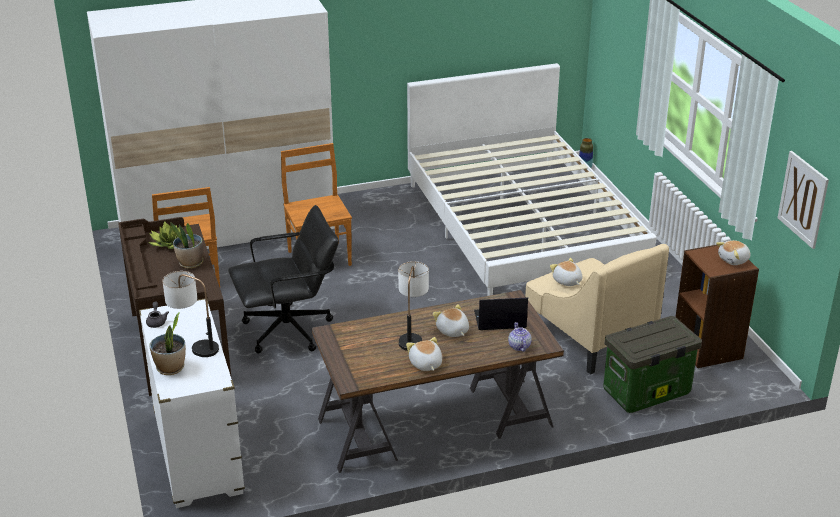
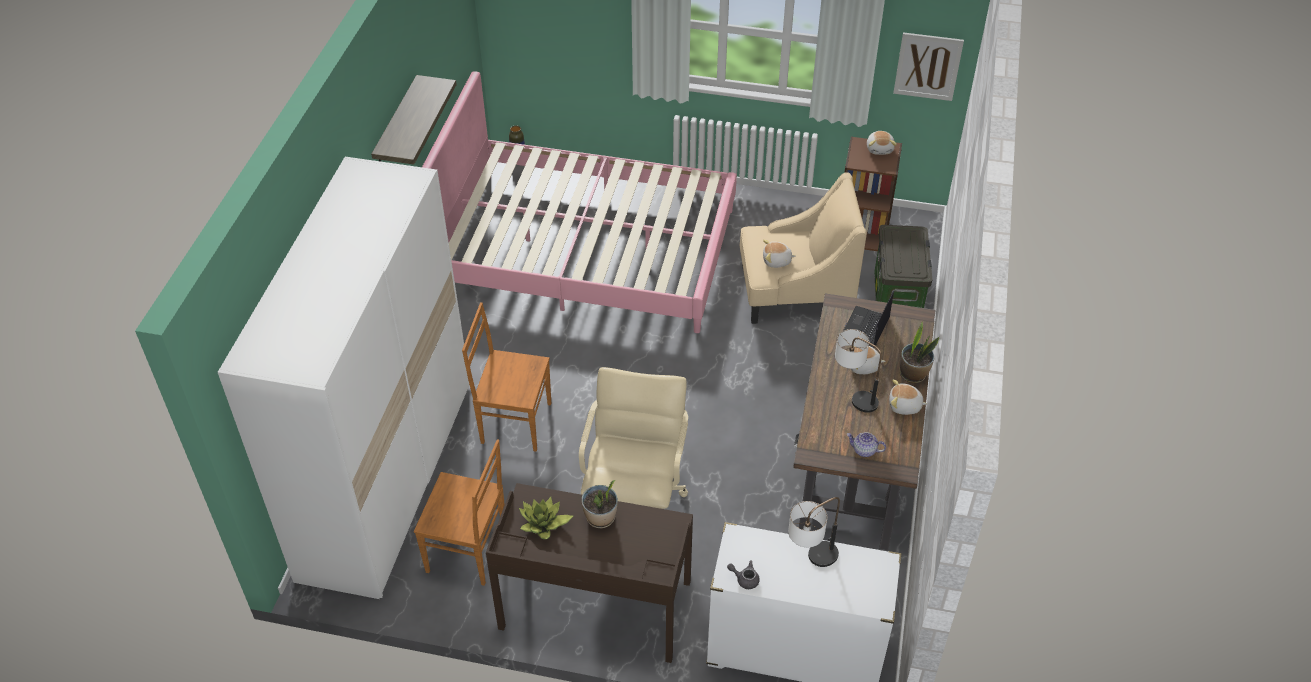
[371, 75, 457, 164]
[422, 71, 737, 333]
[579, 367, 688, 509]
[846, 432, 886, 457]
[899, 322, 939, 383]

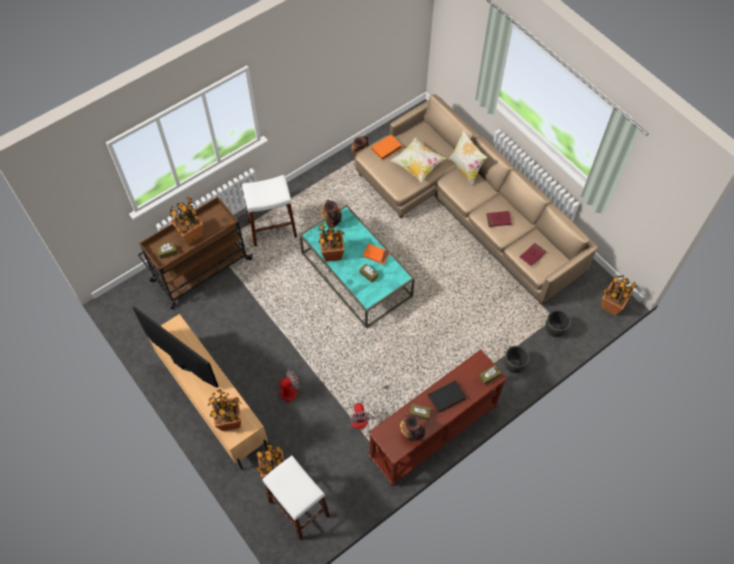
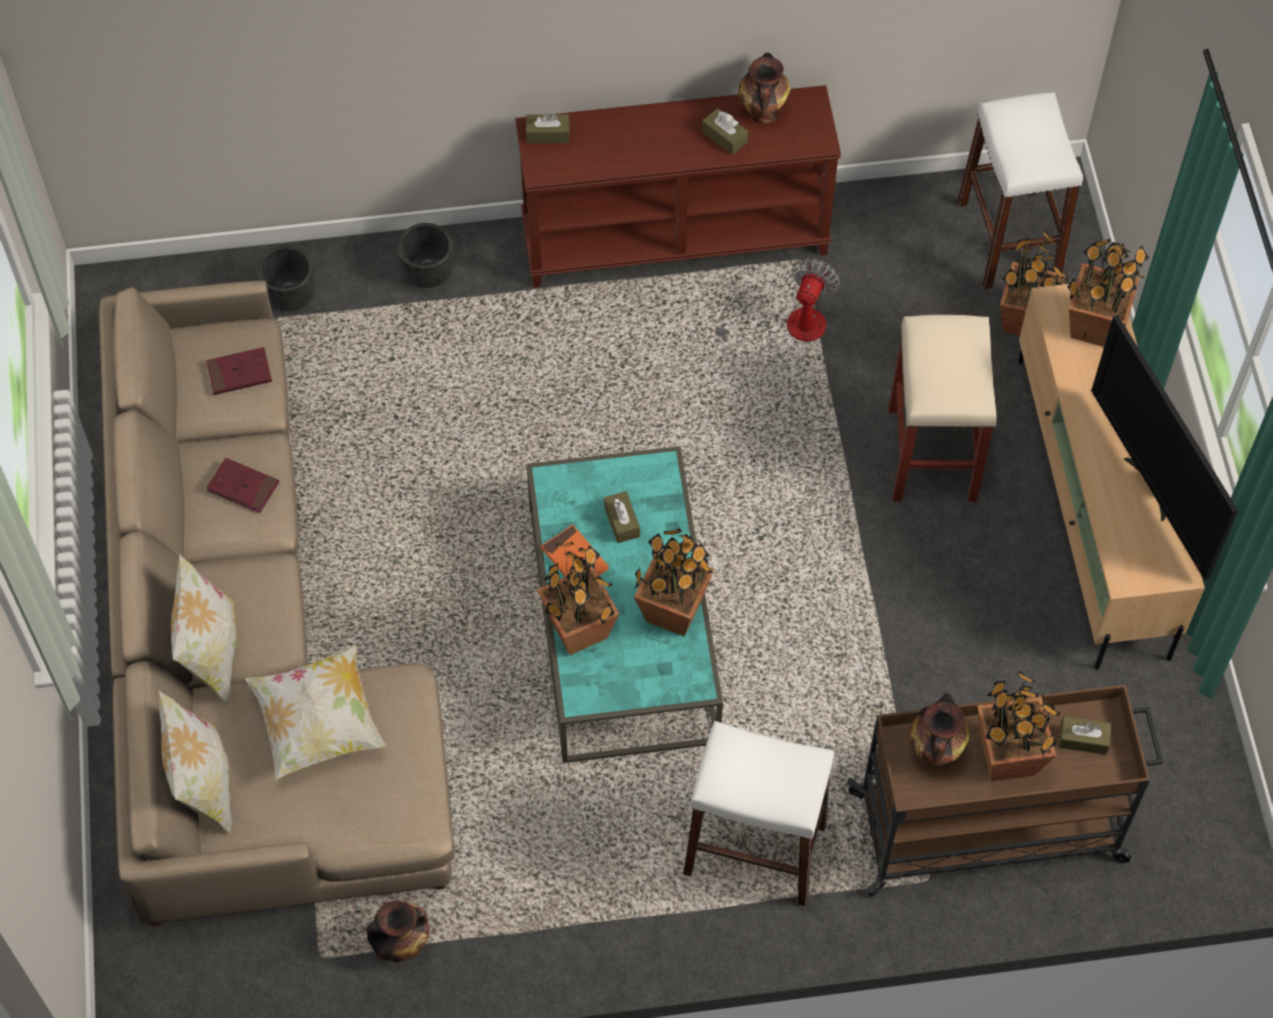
[159, 690, 232, 834]
[537, 542, 619, 655]
[888, 315, 997, 502]
[909, 693, 970, 765]
[371, 135, 402, 160] (first image)
[428, 380, 466, 413] (first image)

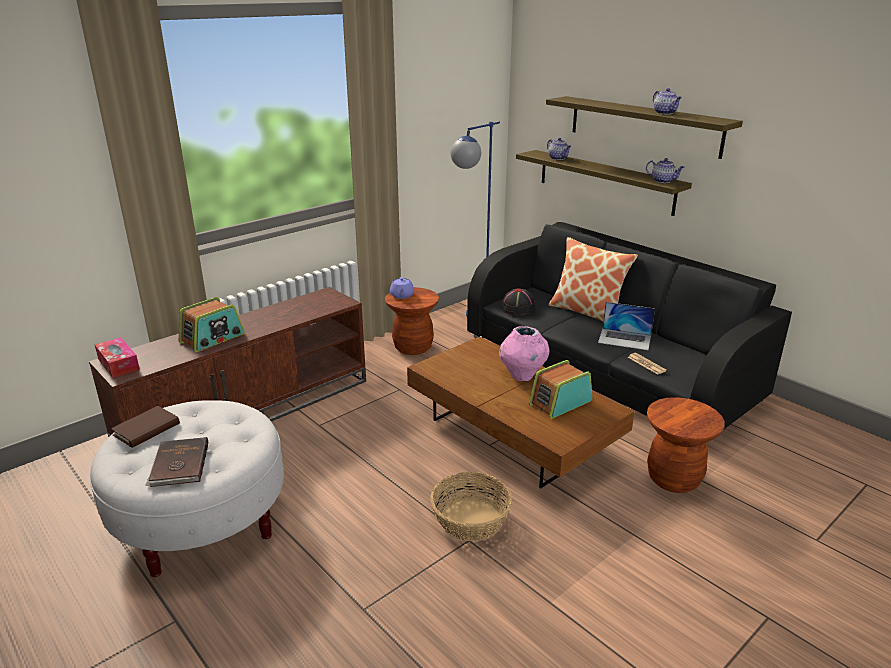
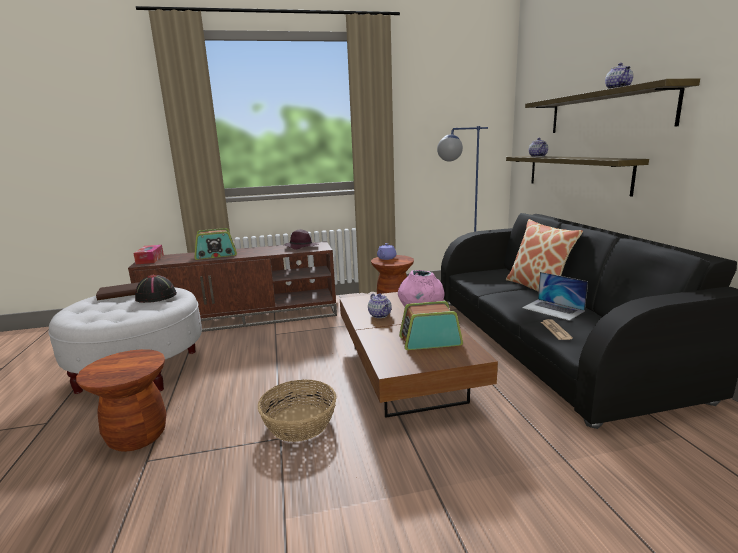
[76, 349, 167, 452]
[135, 275, 177, 303]
[284, 229, 319, 250]
[368, 293, 392, 318]
[145, 437, 208, 487] (first image)

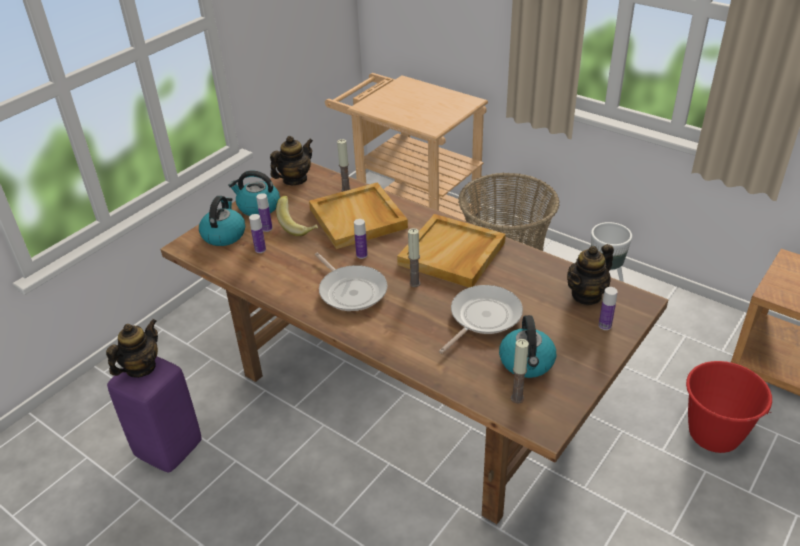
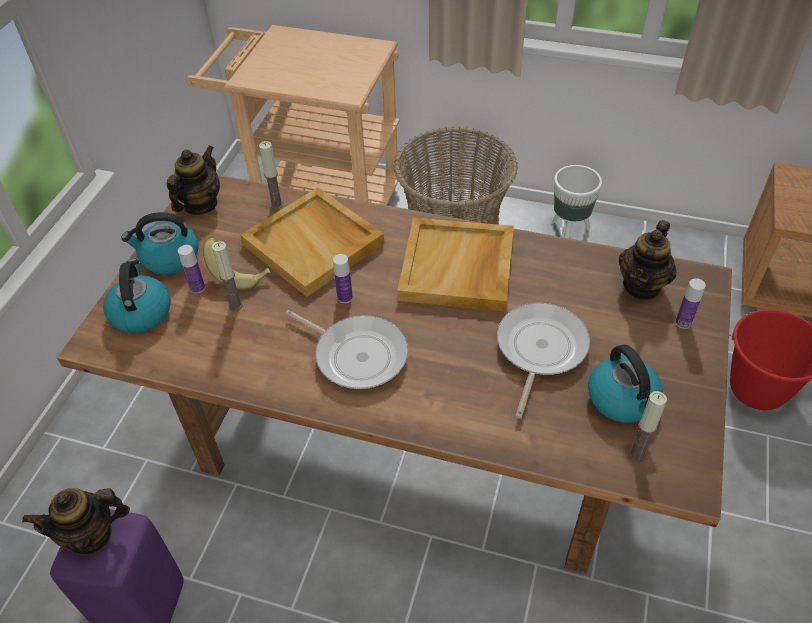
[22, 488, 130, 555]
[212, 241, 243, 311]
[249, 214, 266, 253] (first image)

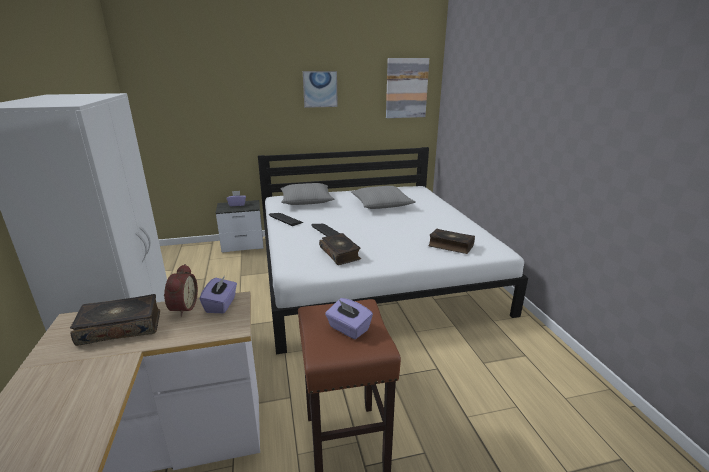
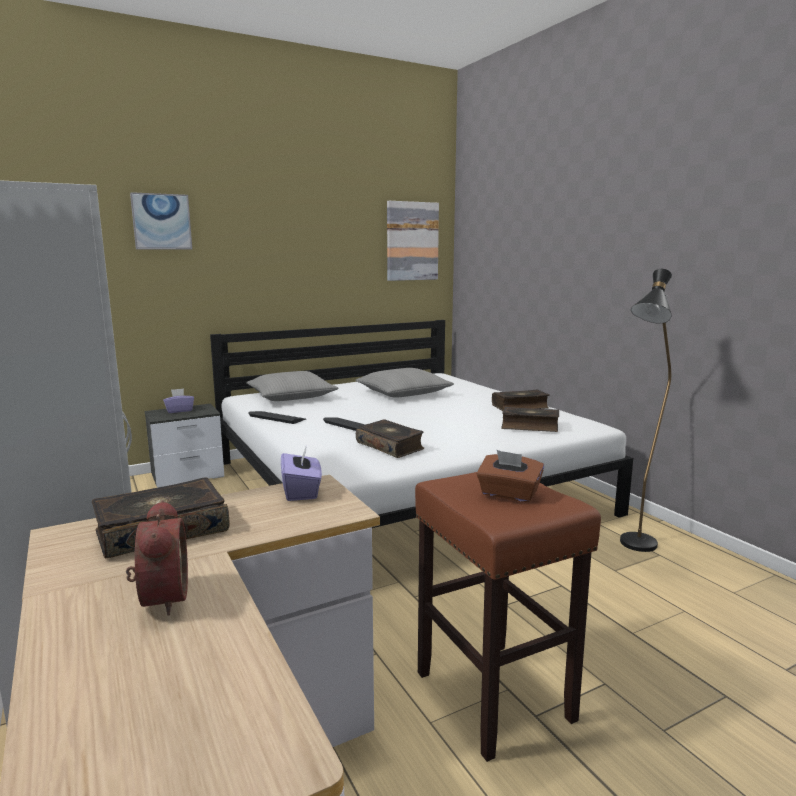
[126, 500, 188, 616]
[130, 192, 192, 249]
[477, 450, 544, 502]
[492, 389, 549, 411]
[620, 269, 672, 552]

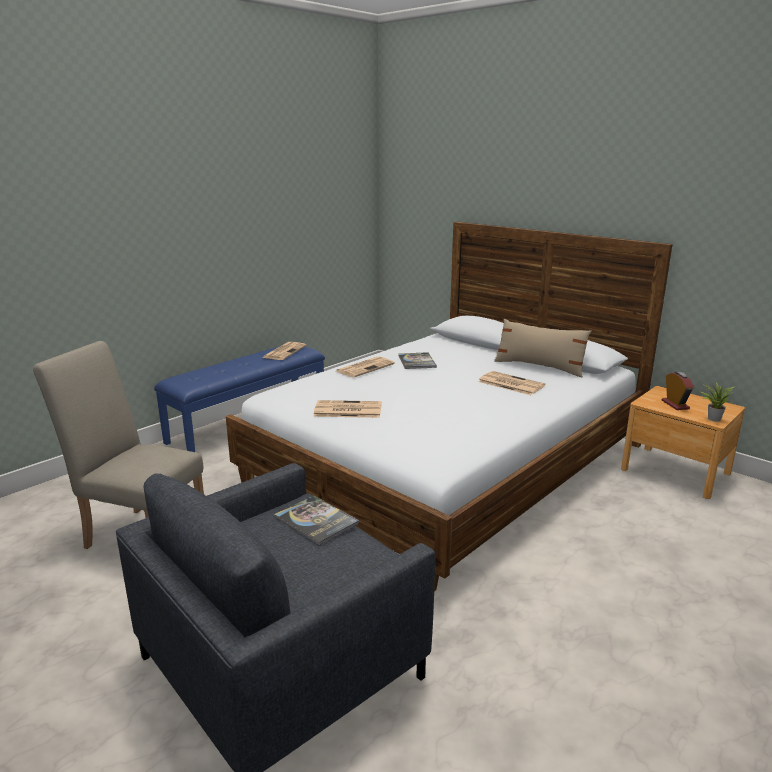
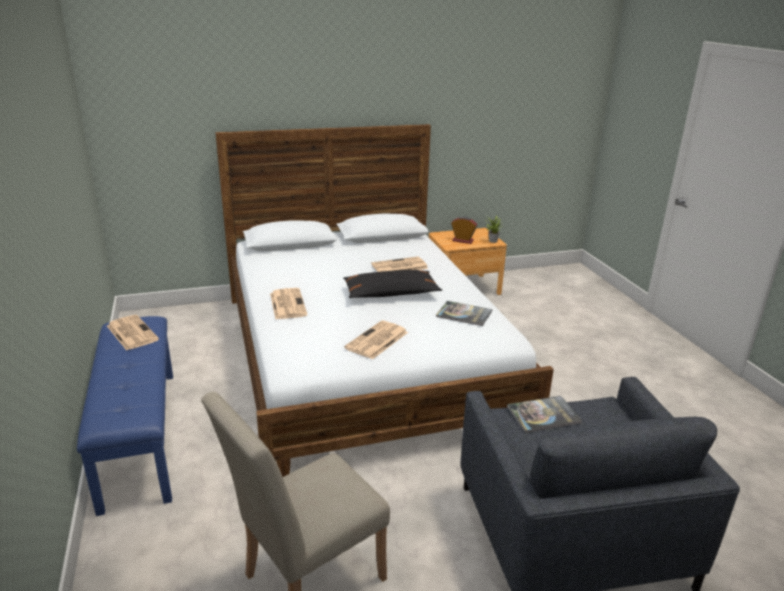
[343, 270, 442, 298]
[436, 301, 492, 326]
[494, 319, 591, 377] (first image)

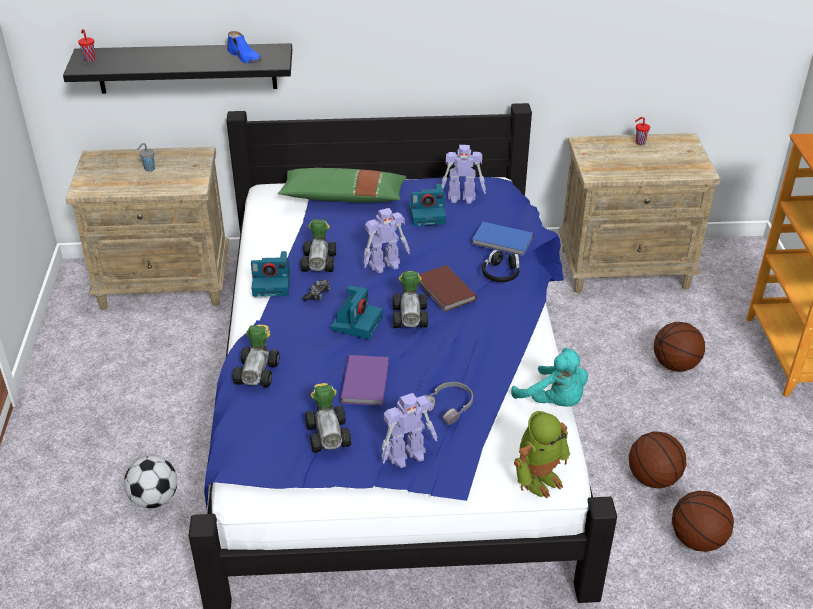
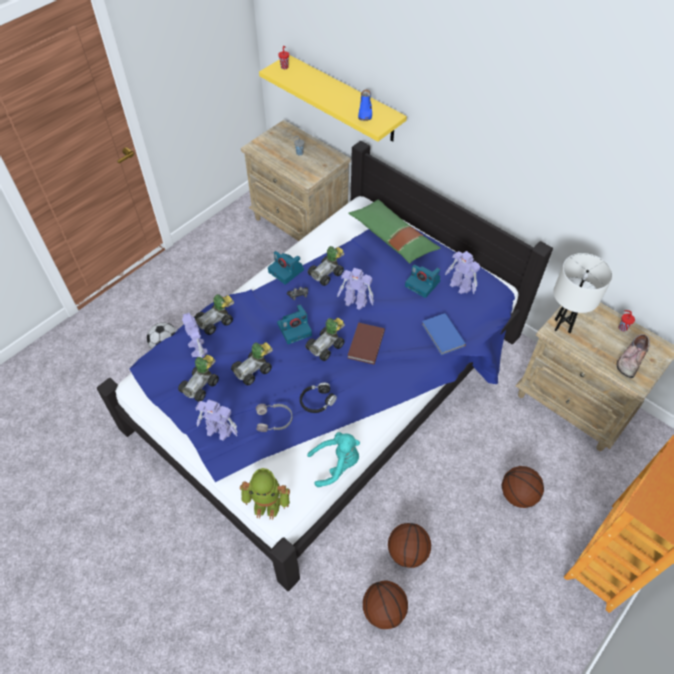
[182, 313, 207, 357]
[231, 342, 272, 385]
[259, 55, 407, 142]
[300, 383, 337, 413]
[307, 432, 360, 487]
[553, 253, 613, 333]
[617, 334, 650, 378]

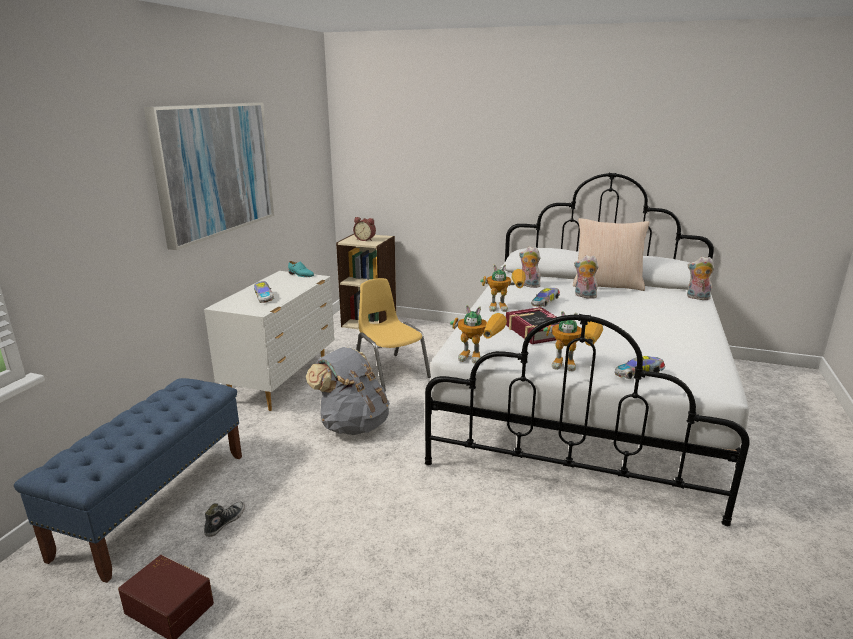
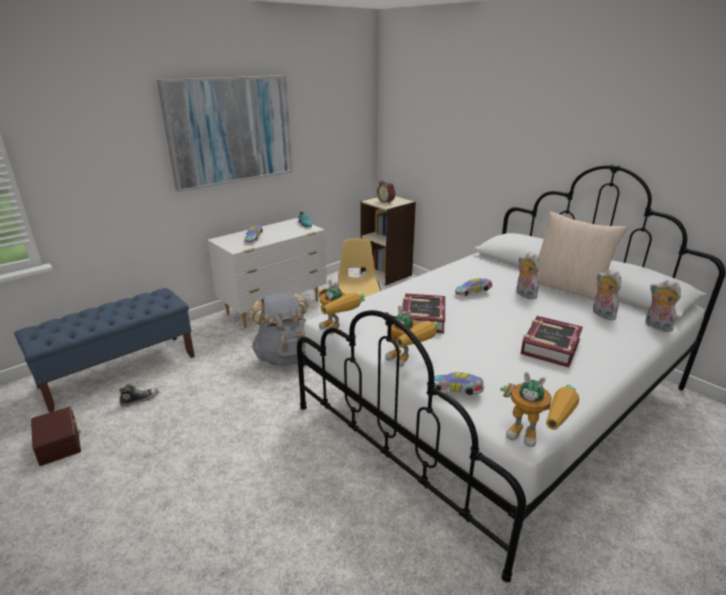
[500, 372, 579, 447]
[521, 316, 583, 367]
[593, 269, 621, 320]

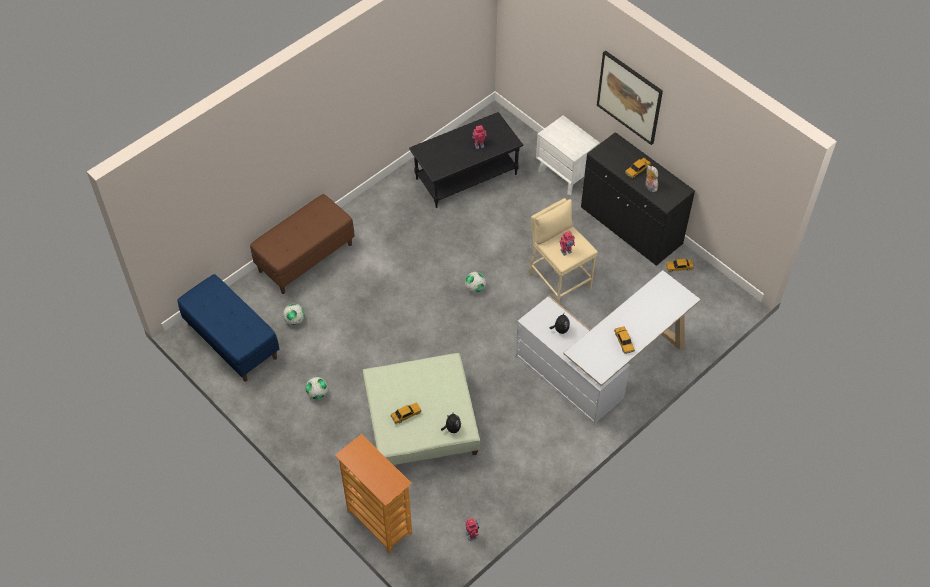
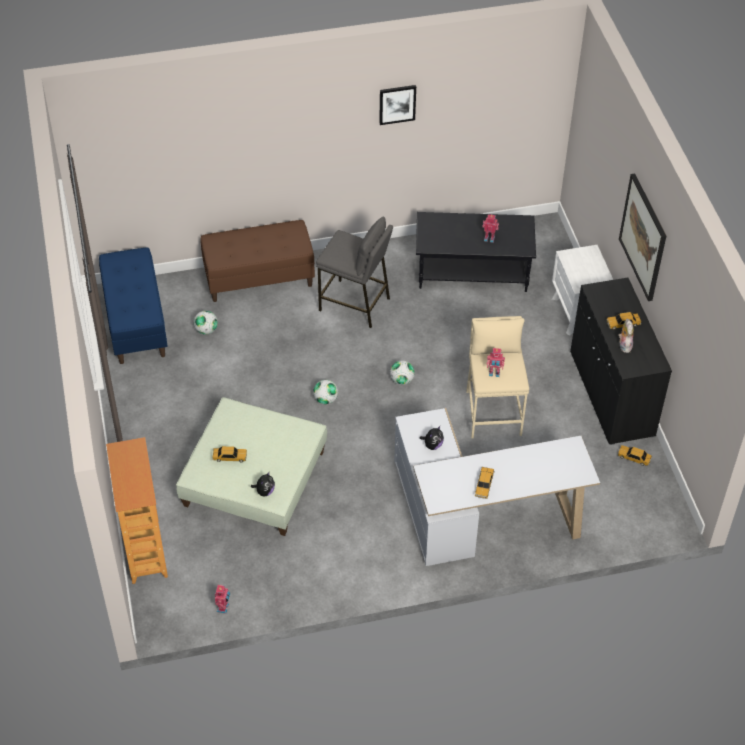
[313, 380, 338, 404]
[316, 216, 393, 328]
[379, 85, 416, 125]

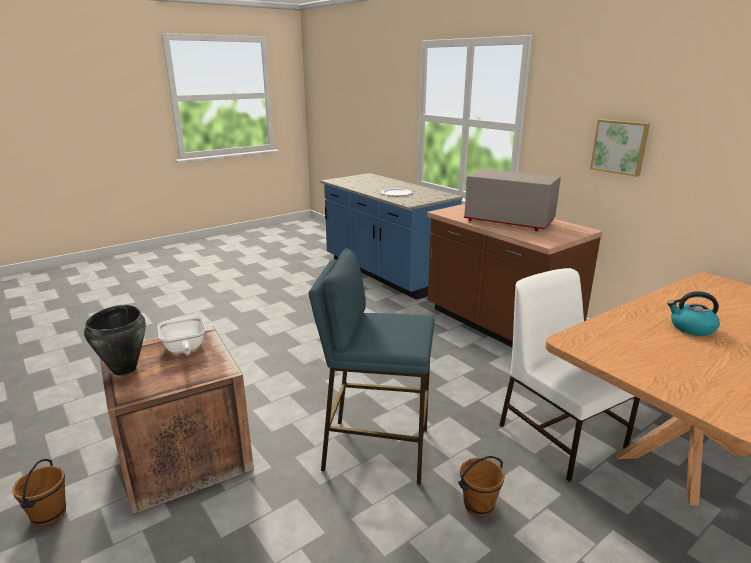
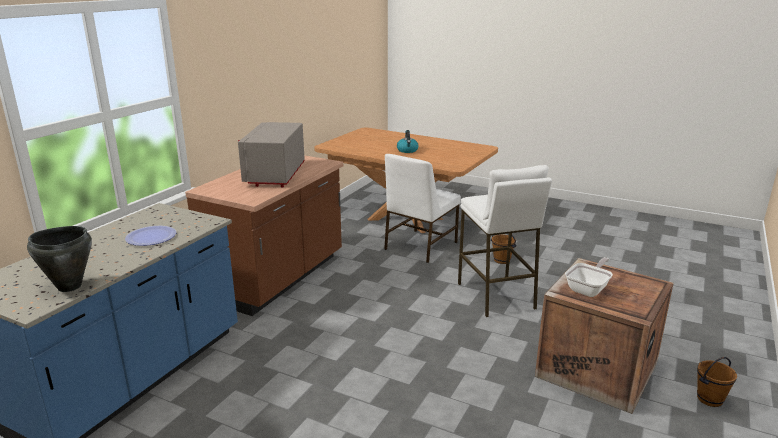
[27, 226, 92, 292]
[458, 165, 552, 317]
[590, 119, 650, 177] (first image)

